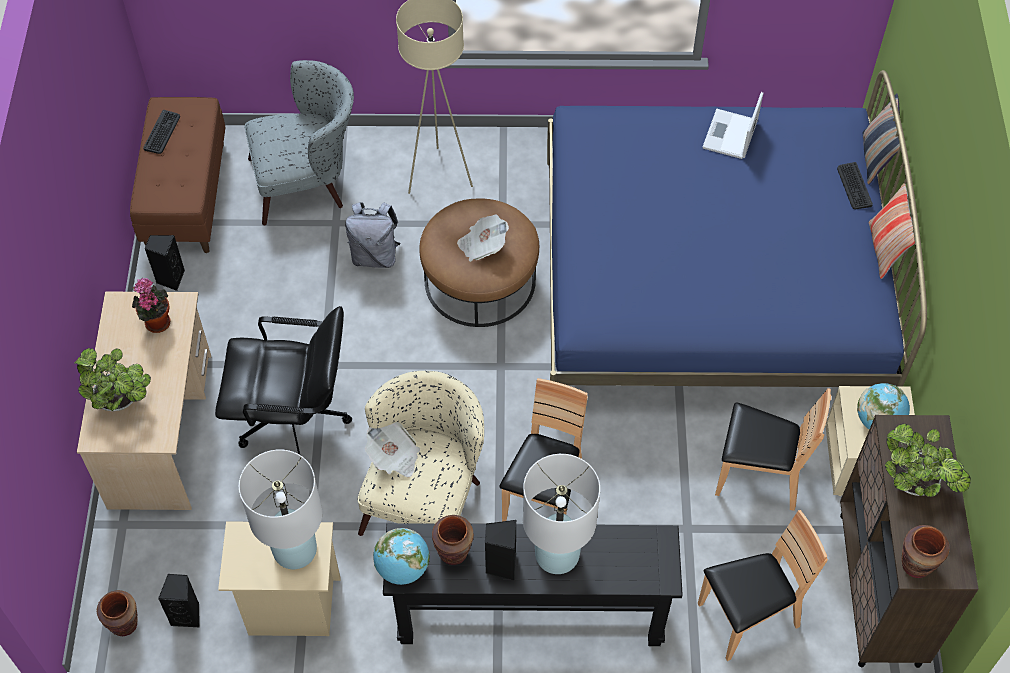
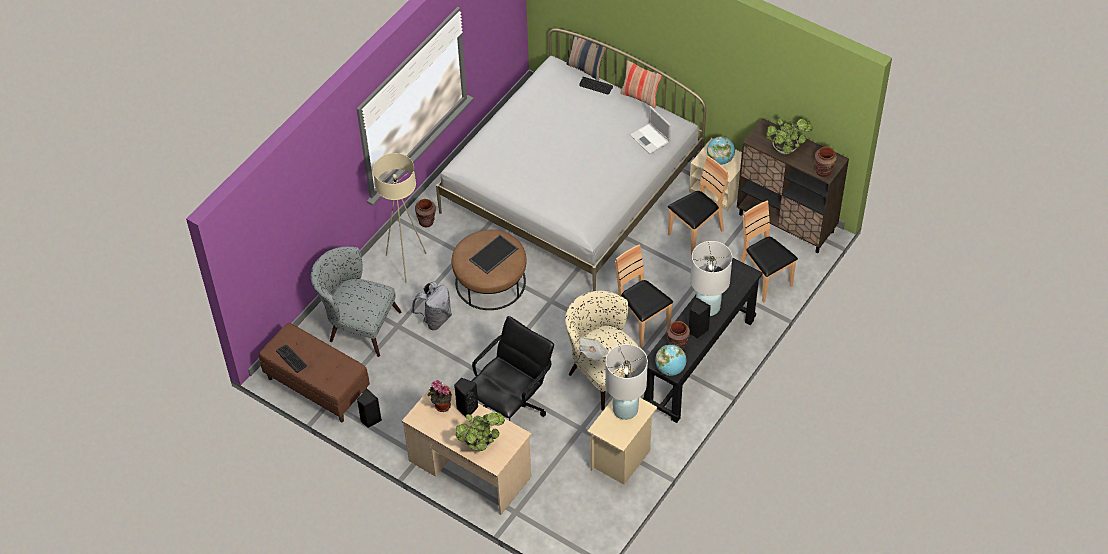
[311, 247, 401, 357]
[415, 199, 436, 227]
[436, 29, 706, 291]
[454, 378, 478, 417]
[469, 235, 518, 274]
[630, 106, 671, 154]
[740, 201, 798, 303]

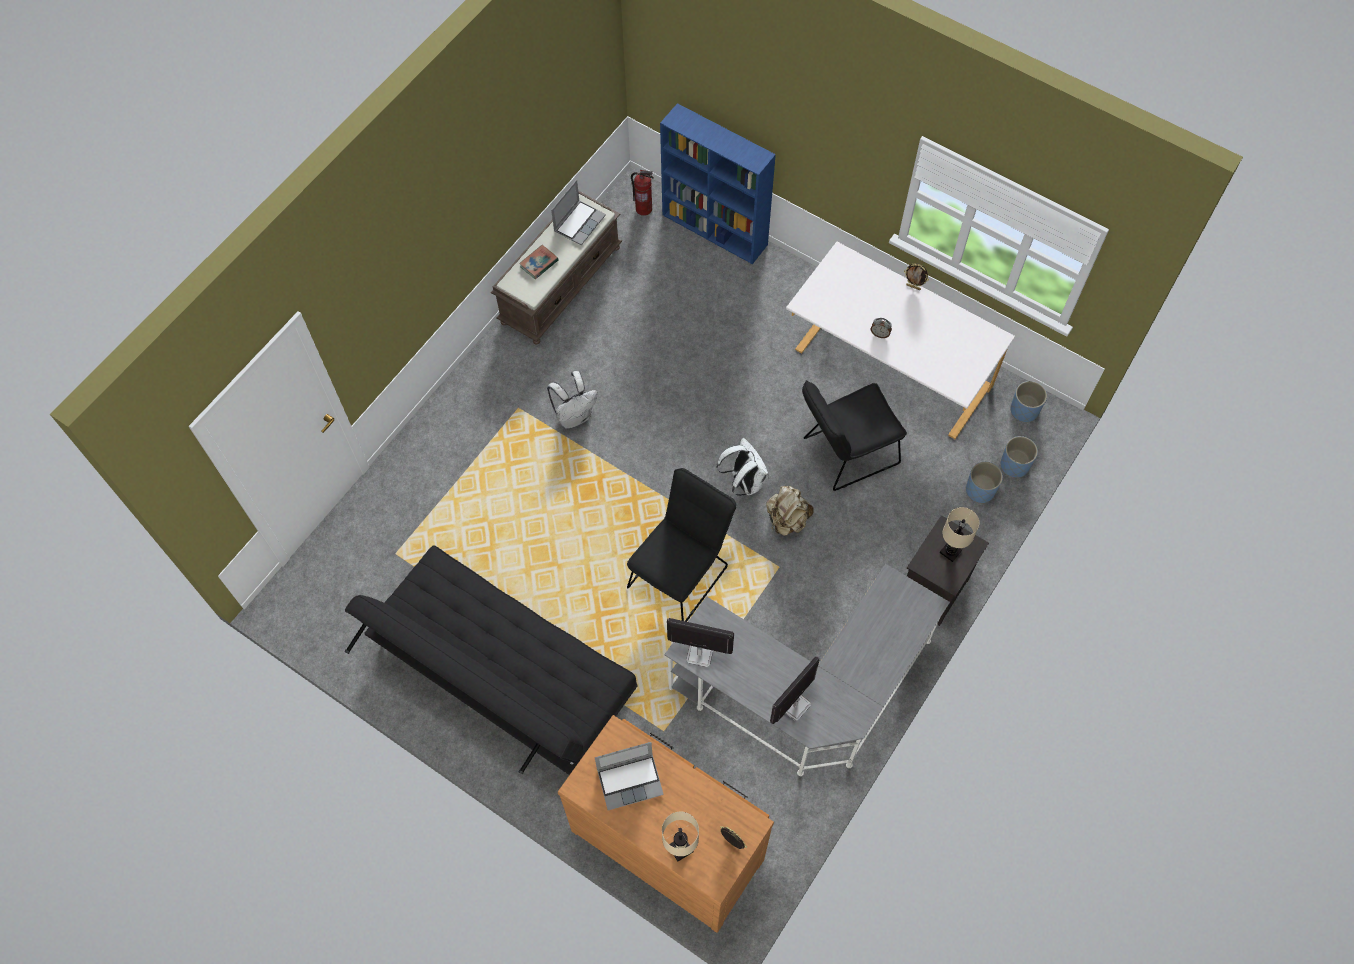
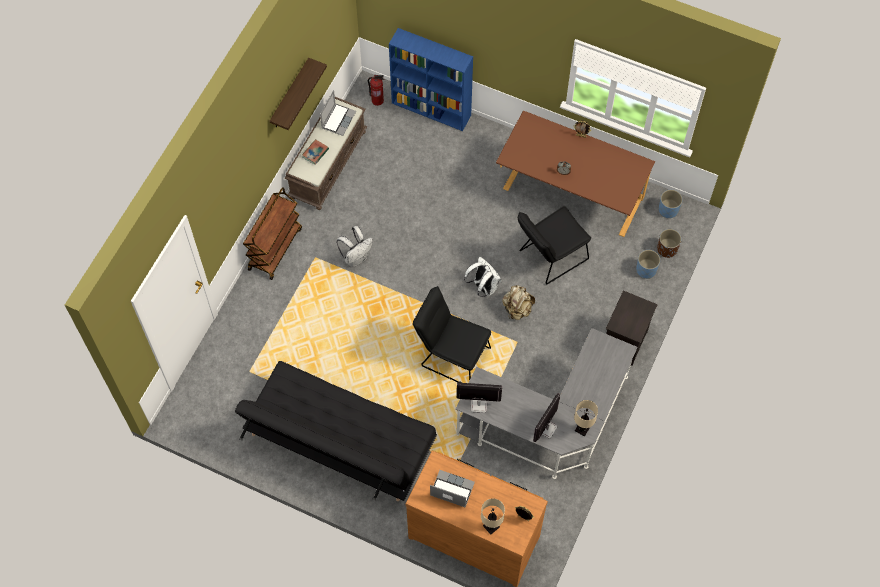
[243, 187, 302, 280]
[270, 58, 327, 130]
[413, 286, 491, 383]
[430, 470, 475, 507]
[496, 111, 655, 237]
[574, 400, 598, 436]
[657, 229, 681, 258]

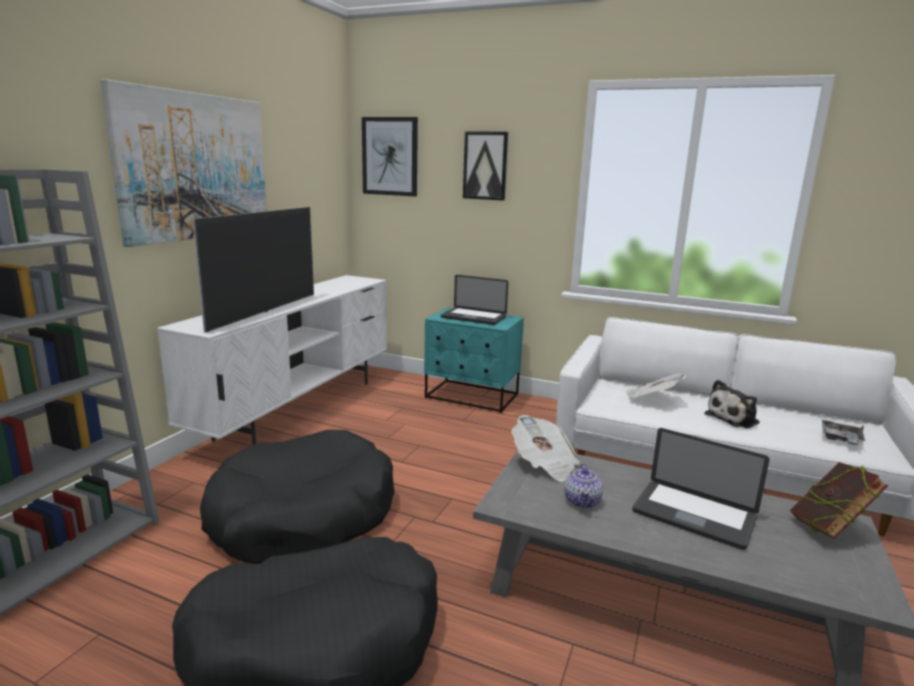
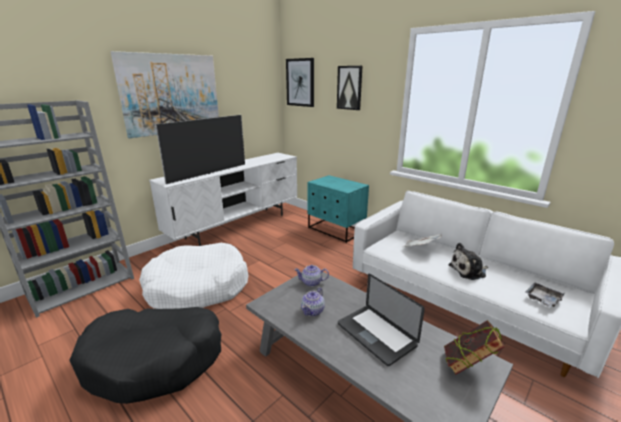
[139, 243, 249, 309]
[294, 265, 329, 287]
[441, 275, 509, 325] (first image)

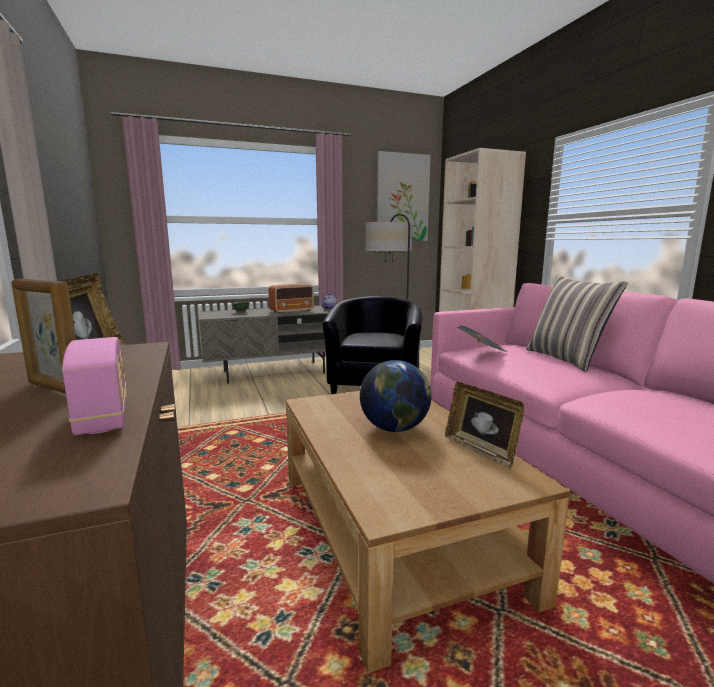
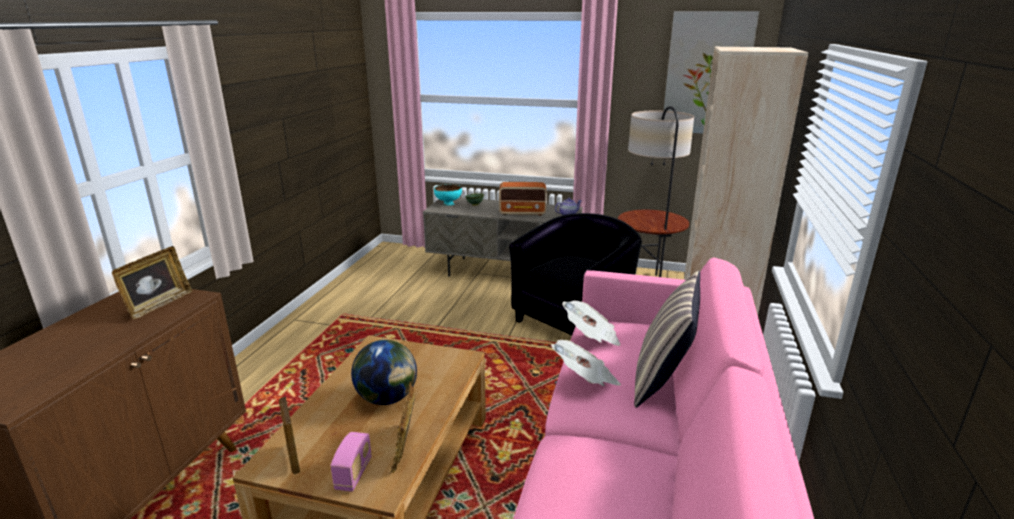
[279, 397, 300, 474]
[331, 432, 372, 492]
[434, 184, 462, 206]
[551, 340, 621, 386]

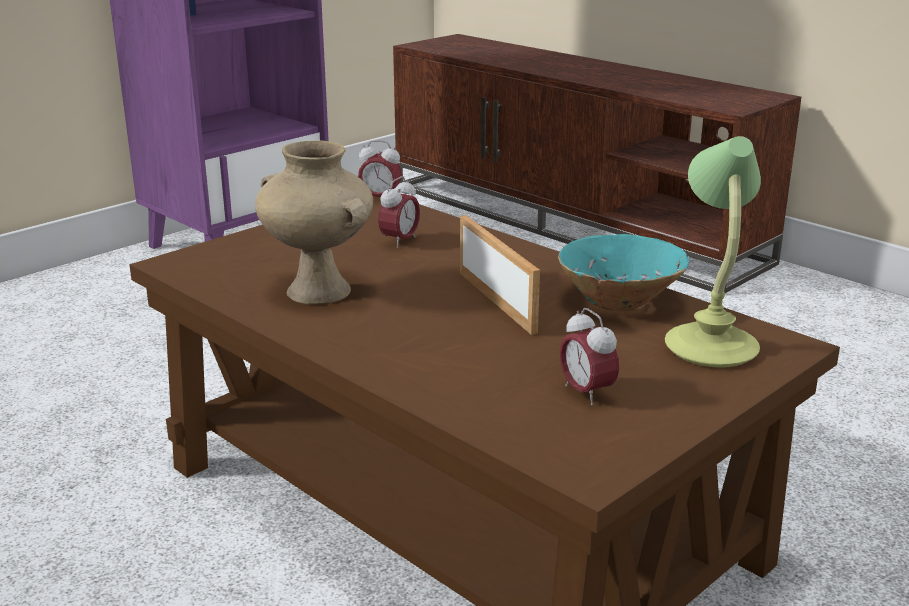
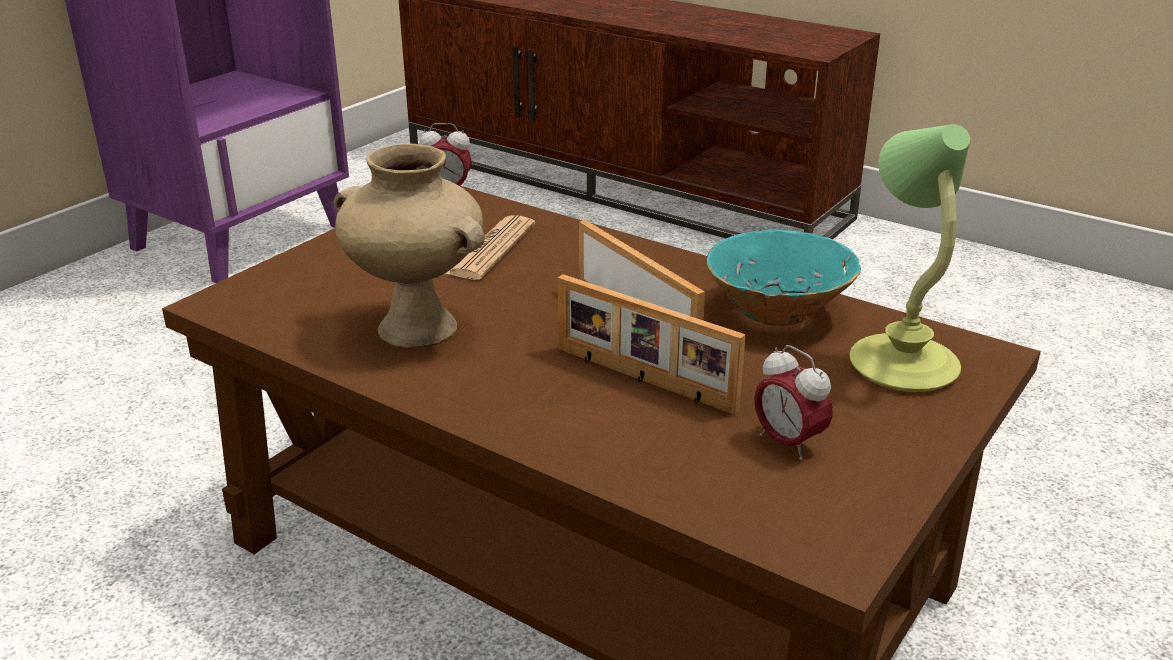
[445, 215, 535, 280]
[558, 274, 746, 415]

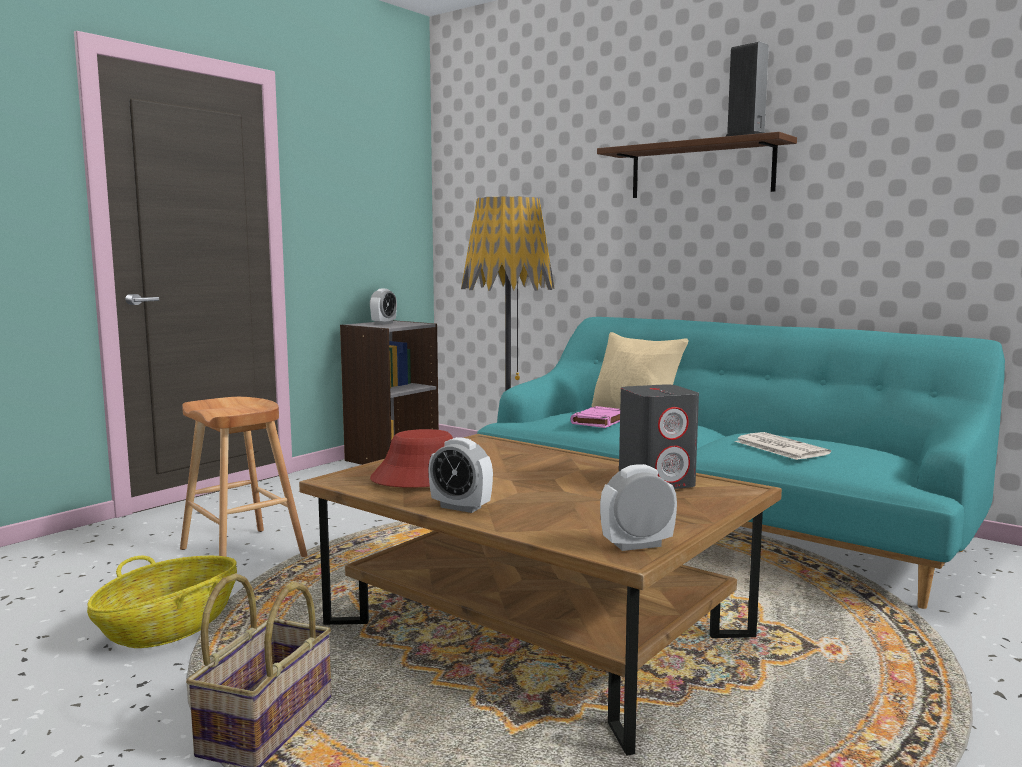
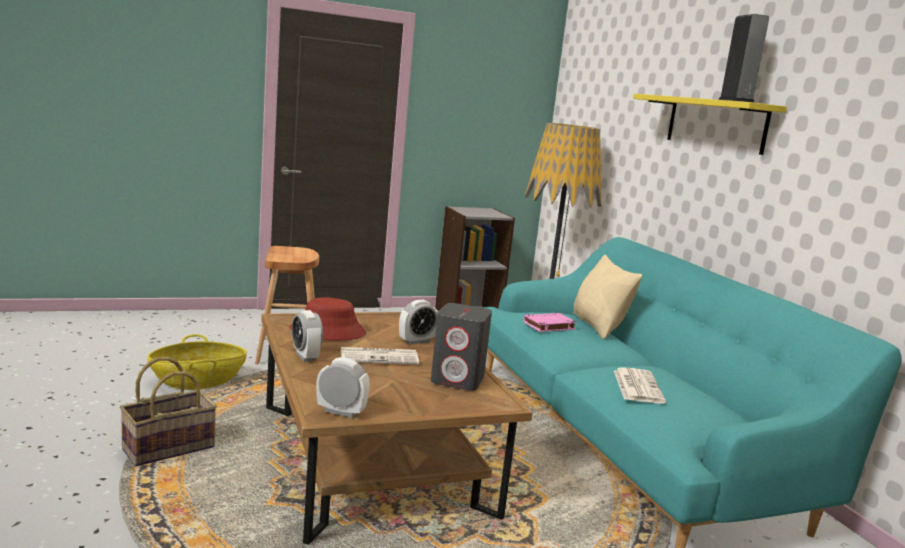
[341, 347, 419, 365]
[399, 300, 438, 345]
[633, 94, 787, 155]

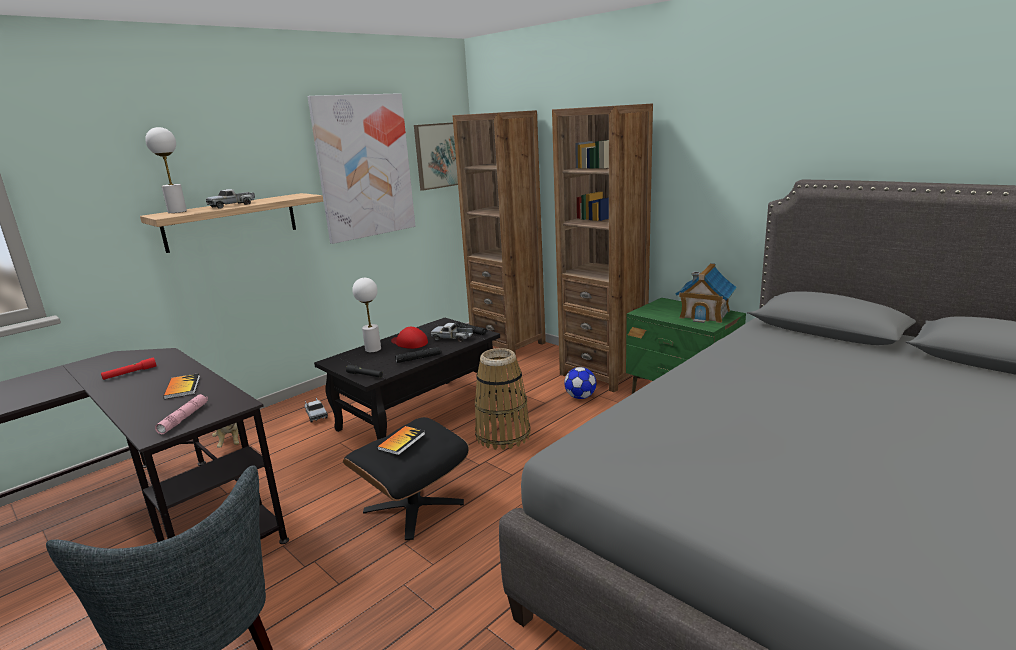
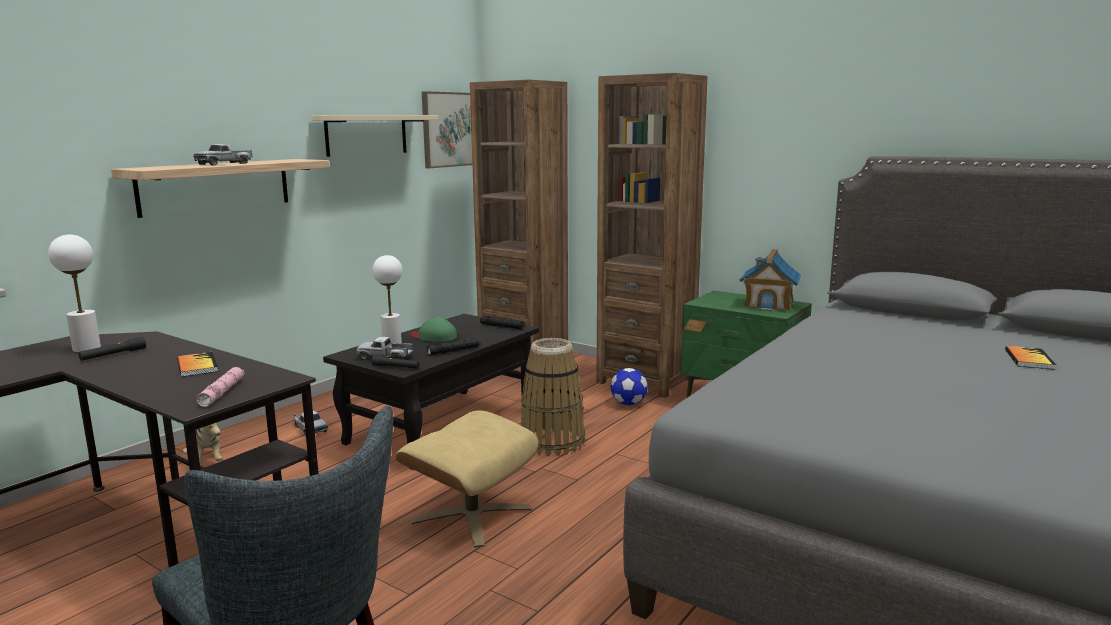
[48, 234, 101, 352]
[78, 337, 146, 361]
[311, 115, 438, 157]
[356, 337, 413, 360]
[396, 411, 539, 548]
[410, 317, 457, 342]
[1005, 346, 1056, 369]

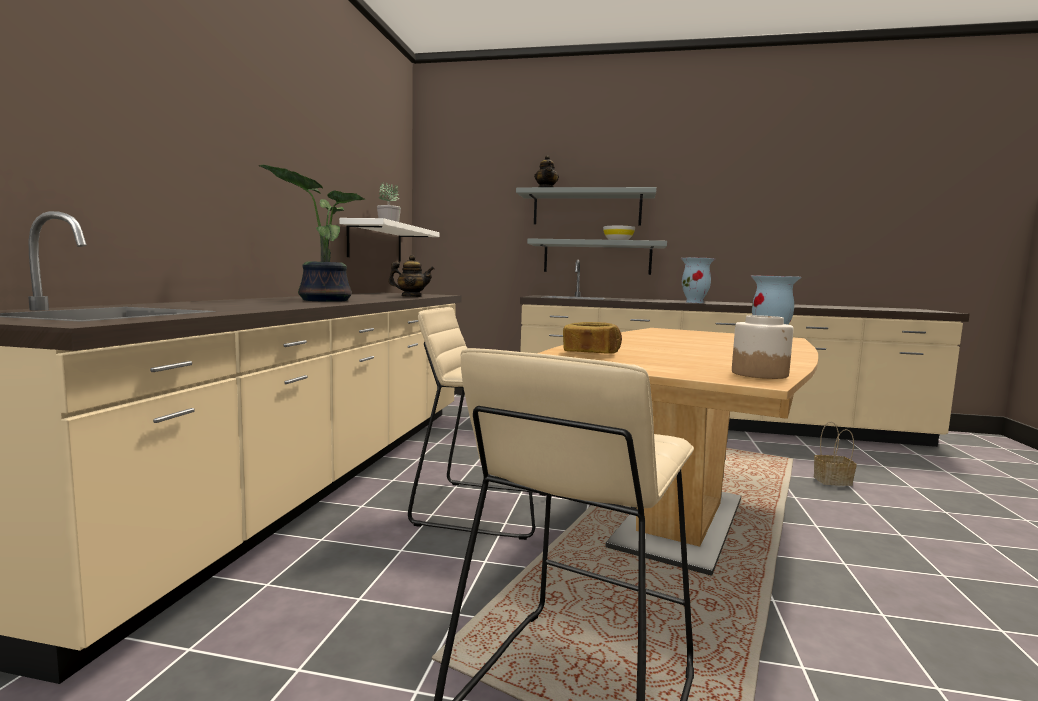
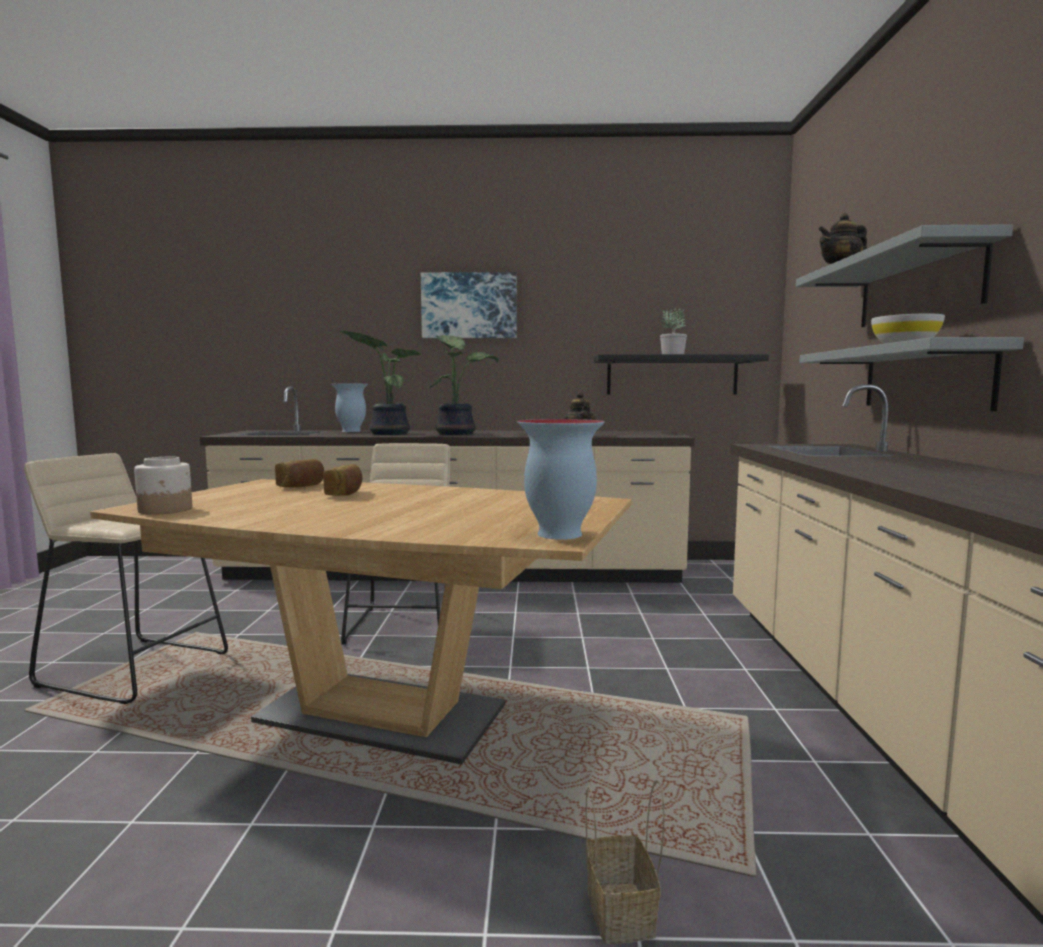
[323, 464, 362, 496]
[331, 383, 368, 432]
[339, 330, 422, 435]
[421, 272, 517, 338]
[594, 354, 769, 394]

